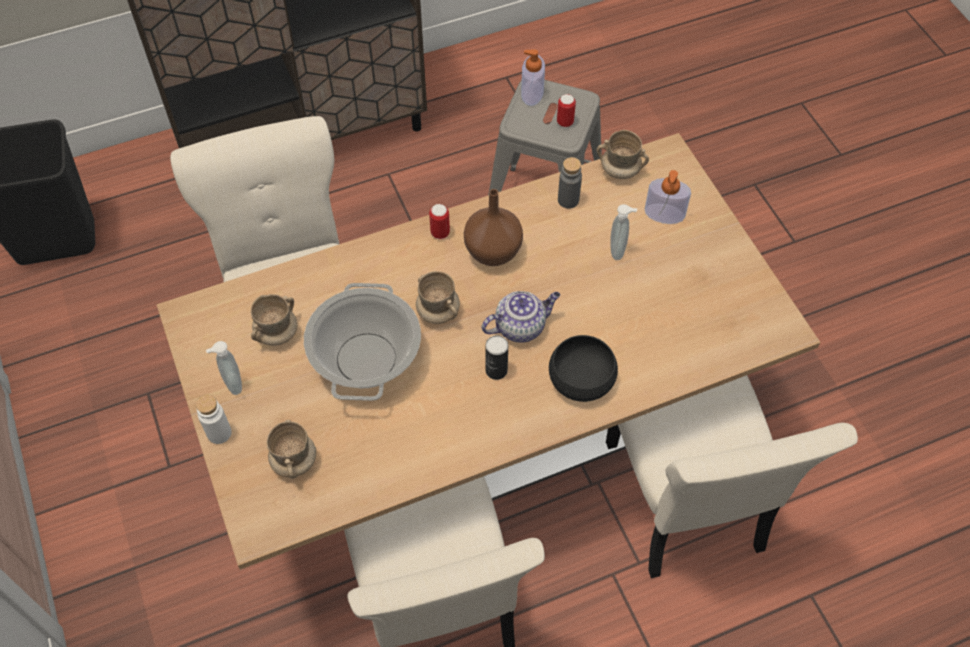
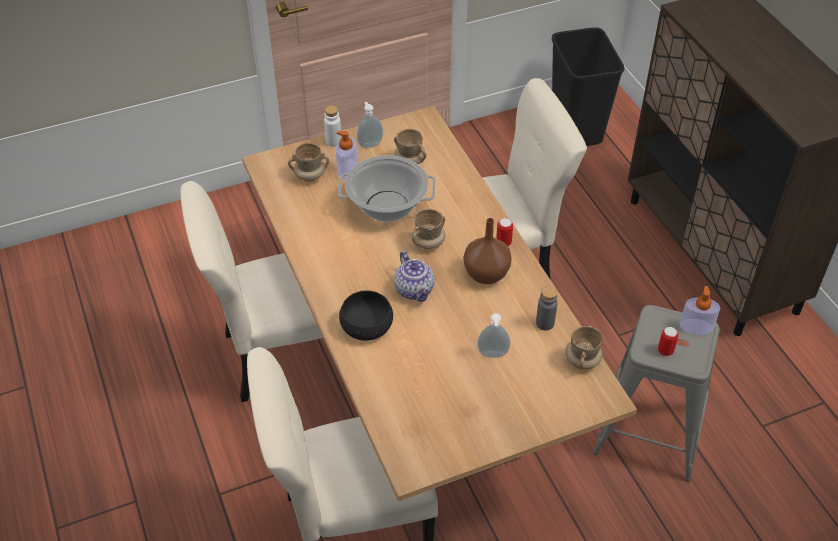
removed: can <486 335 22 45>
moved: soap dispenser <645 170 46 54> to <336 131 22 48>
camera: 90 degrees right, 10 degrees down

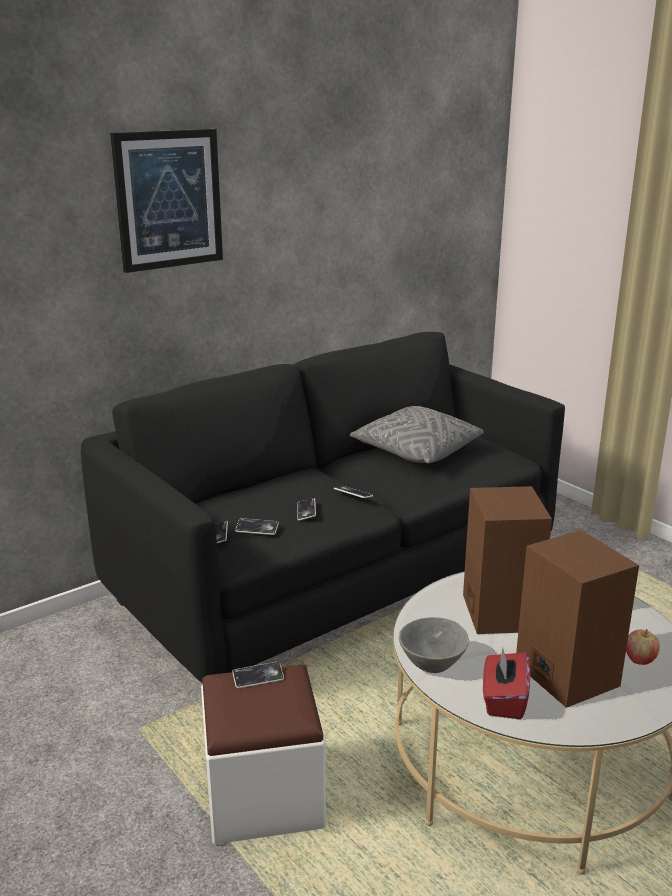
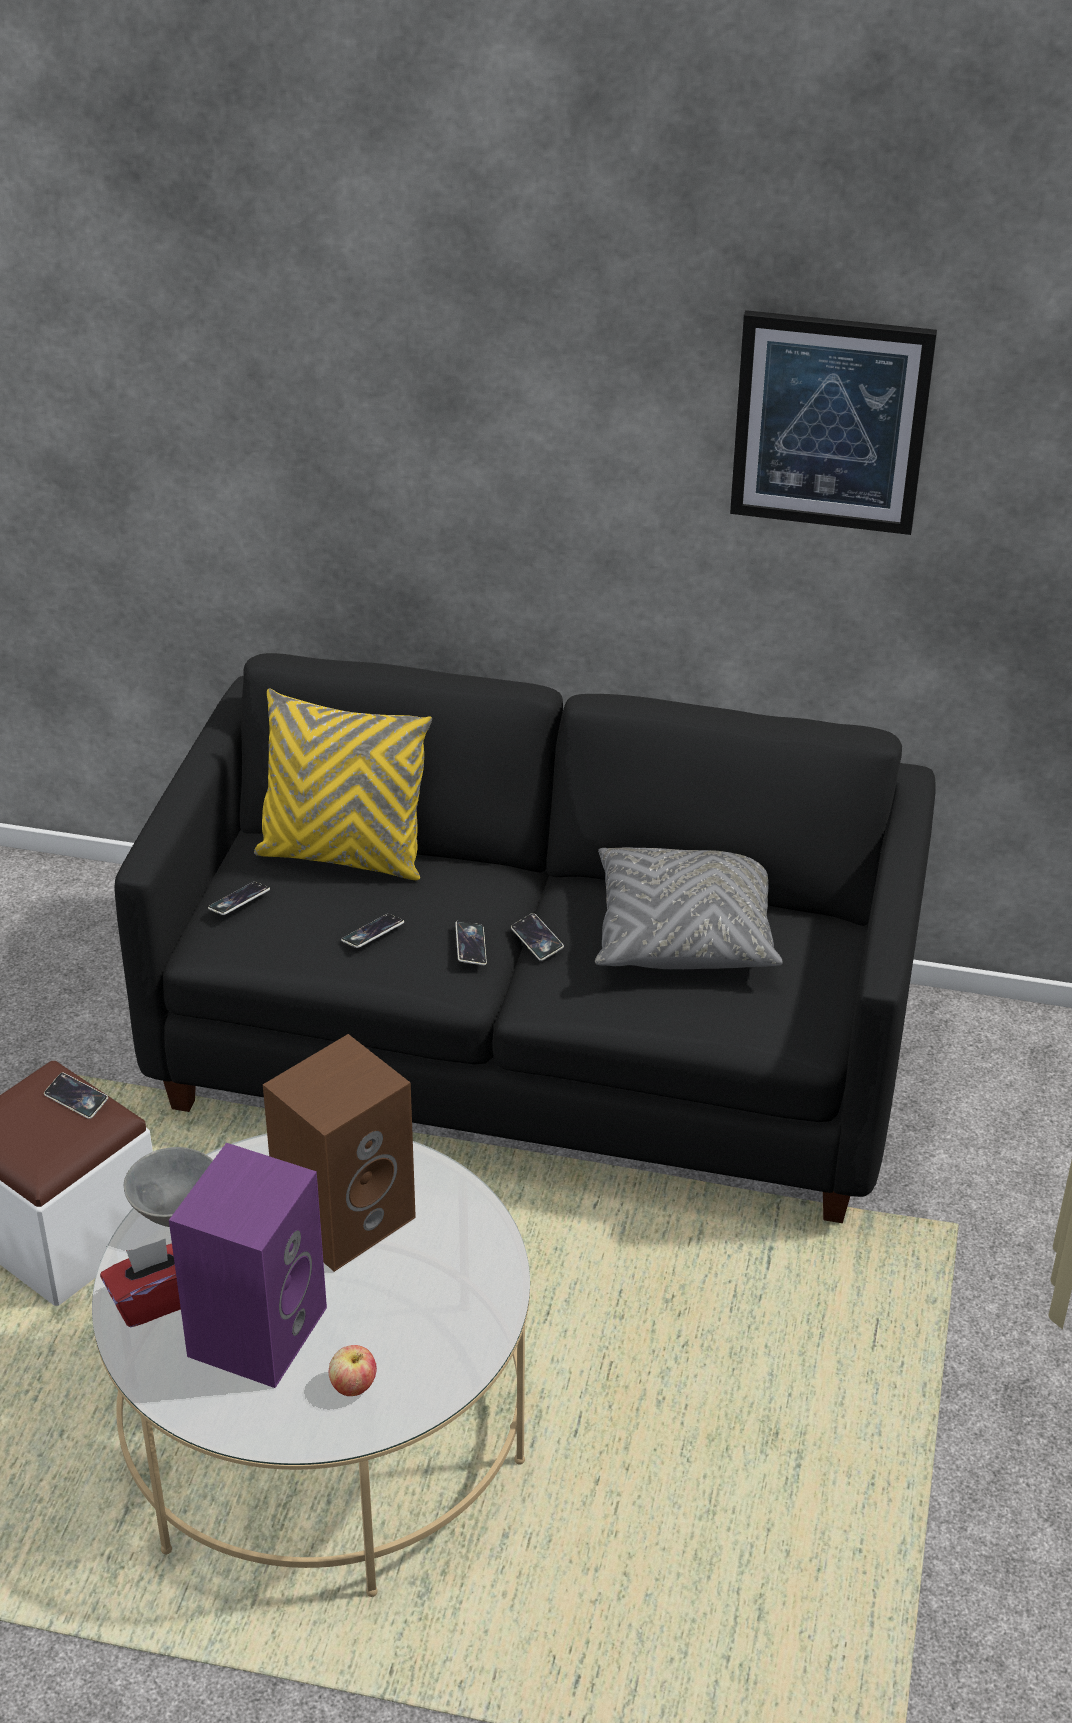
added: pillow (yellow) <254 688 178 192>
moved: picture <110 129 113 144> to <730 310 207 225>; phone <235 518 44 17> to <511 913 53 48>
recoloured: speaker (brown) <516 530 123 178> to speaker (purple) <169 1143 158 245>
camera: 50 degrees right, 15 degrees up

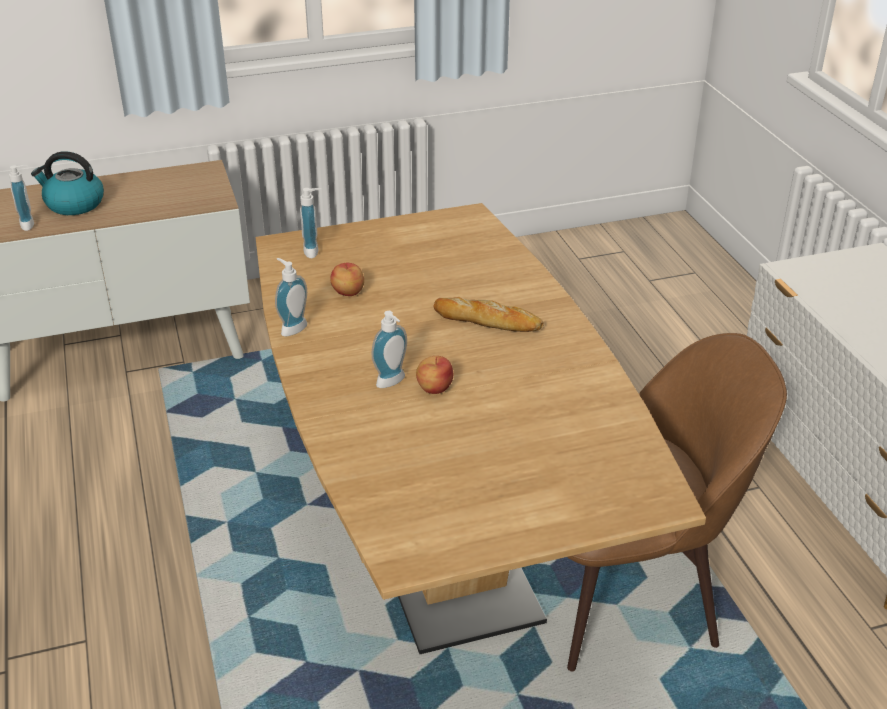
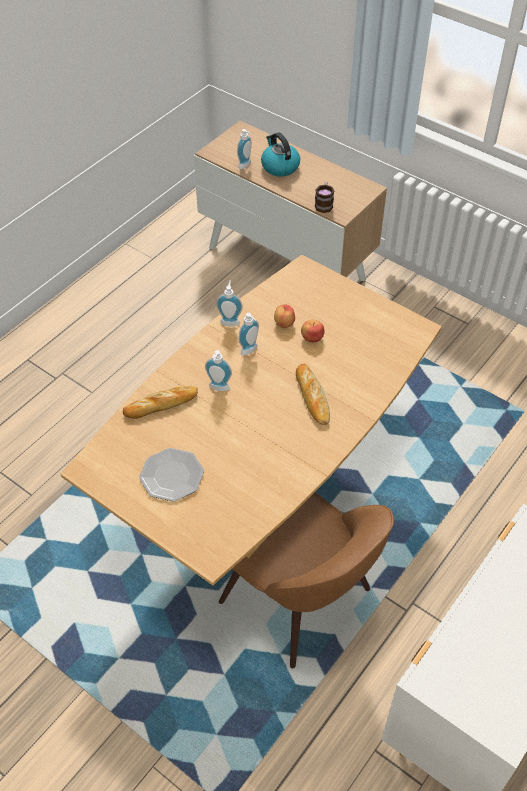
added: bread <123 386 75 33>; plate <139 448 65 53>; mug <315 182 19 31>
moved: soap dispenser <300 188 21 70> to <238 313 21 43>; apple <416 356 37 38> to <301 319 24 23>
camera: 55 degrees right, 15 degrees up

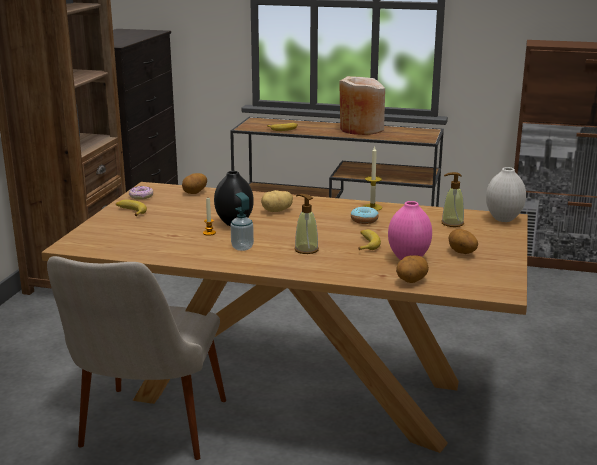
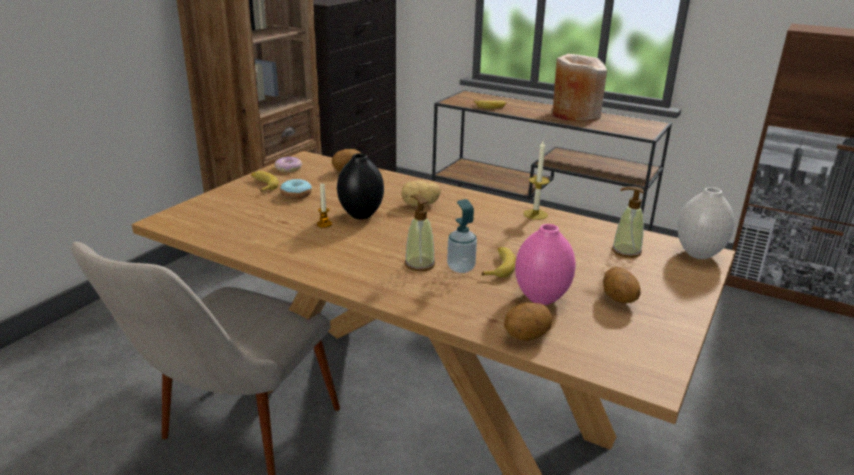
moved: soap dispenser <230 192 24 59> to <447 199 30 74>; donut <351 207 28 17> to <280 179 32 20>
camera: 15 degrees right, 5 degrees up

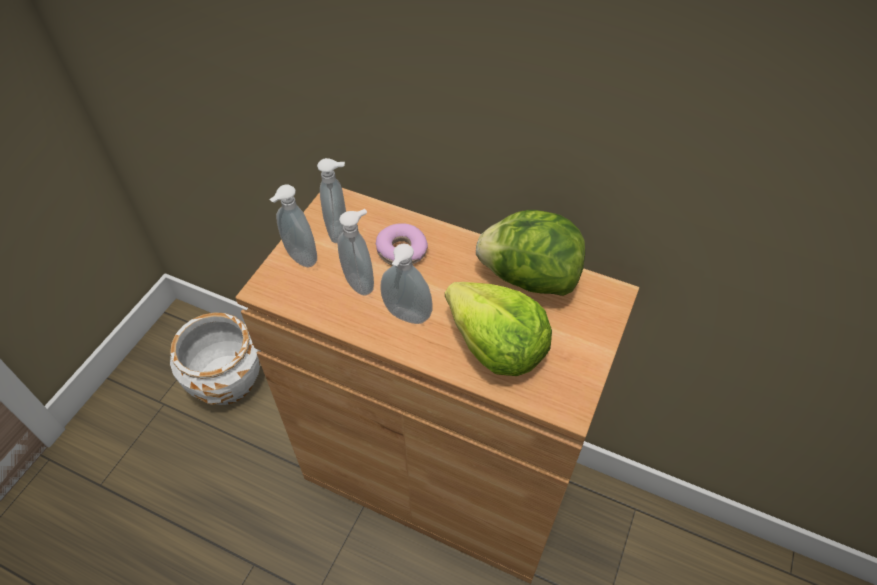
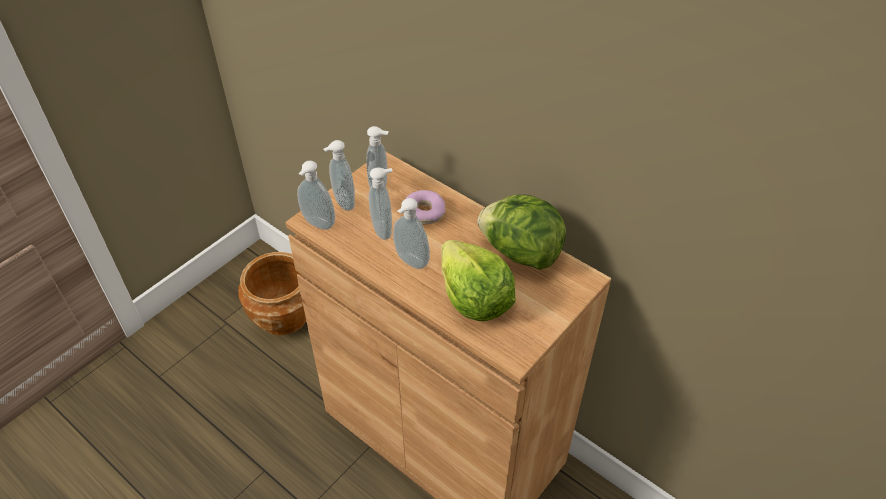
added: soap dispenser <297 161 38 69>
recoloured: planter (white) <170 312 91 93> to planter (brown) <238 252 68 84>
camera: 15 degrees right, 5 degrees down

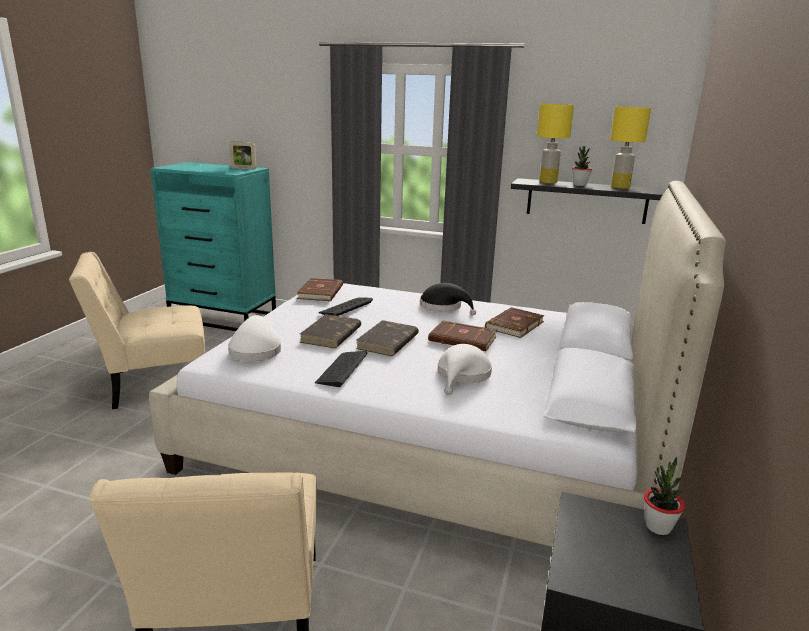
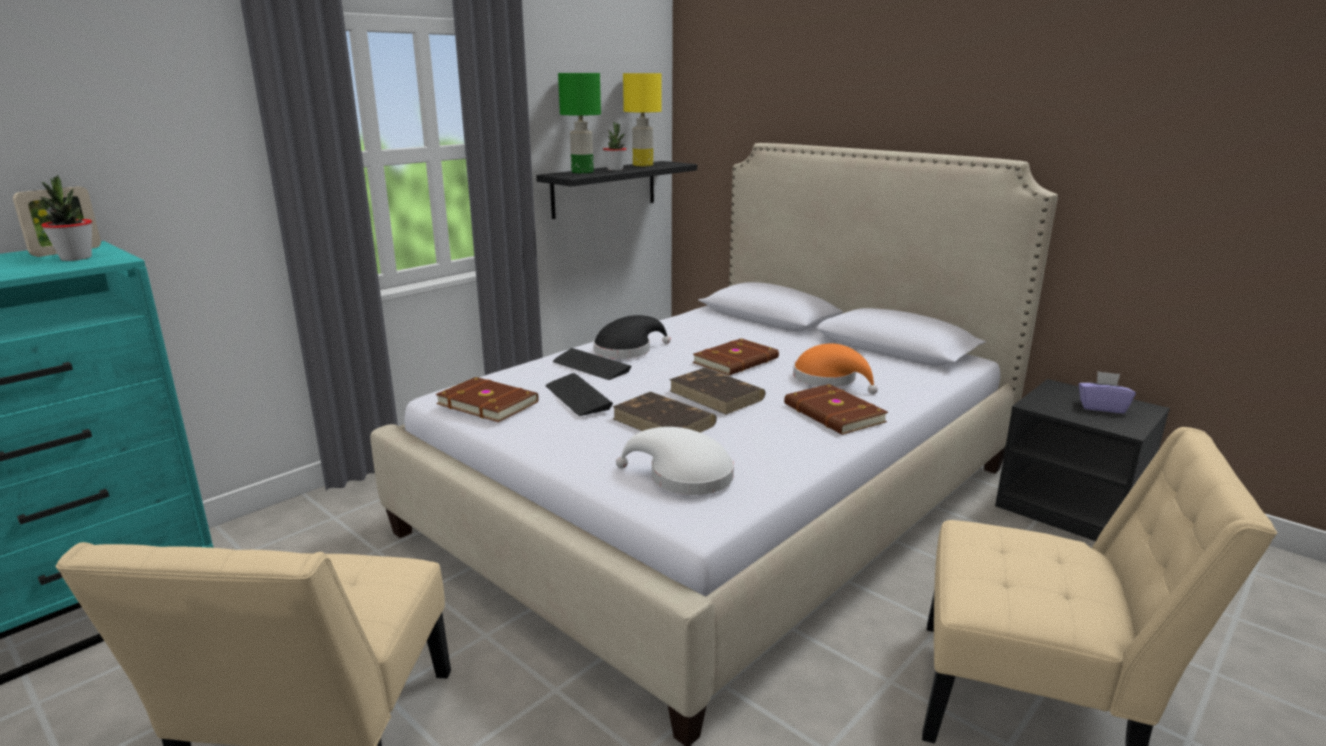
added: tissue box (purple) <1078 371 58 42>
moved: keyboard <315 351 53 36> to <553 348 79 32>; book (brown) <485 307 60 31> to <784 384 104 51>; potted plant <644 457 41 78> to <40 175 52 86>
recoloured: hat (white) <438 344 54 51> to hat (orange) <793 344 85 50>; table lamp (yellow) <537 104 37 79> to table lamp (green) <558 73 43 100>
camera: 65 degrees left, 0 degrees up

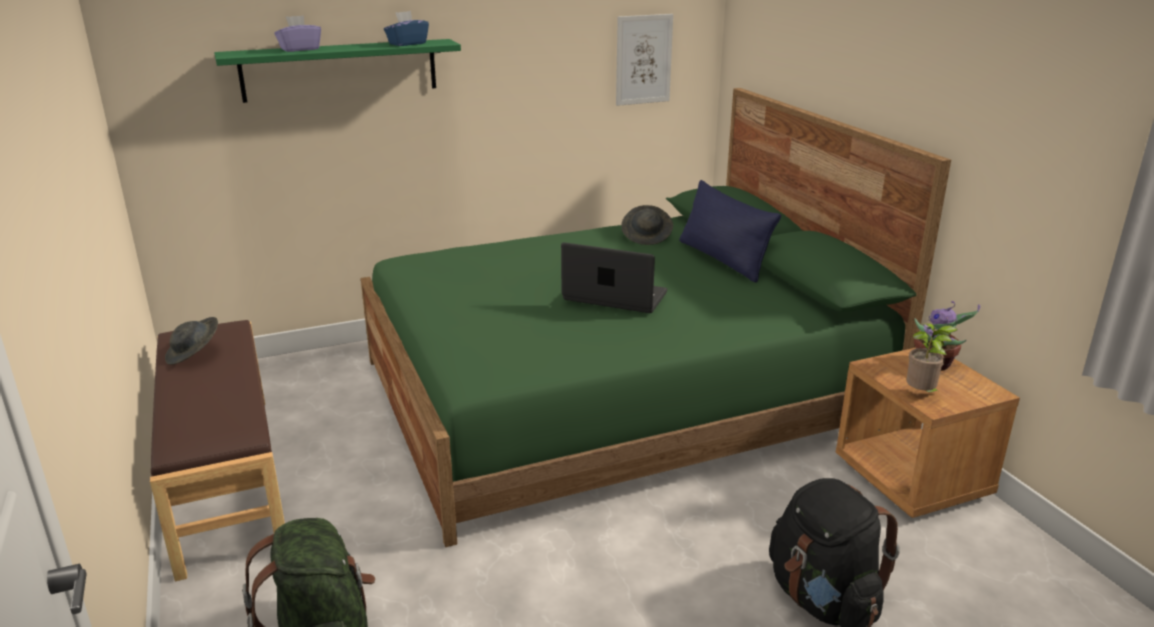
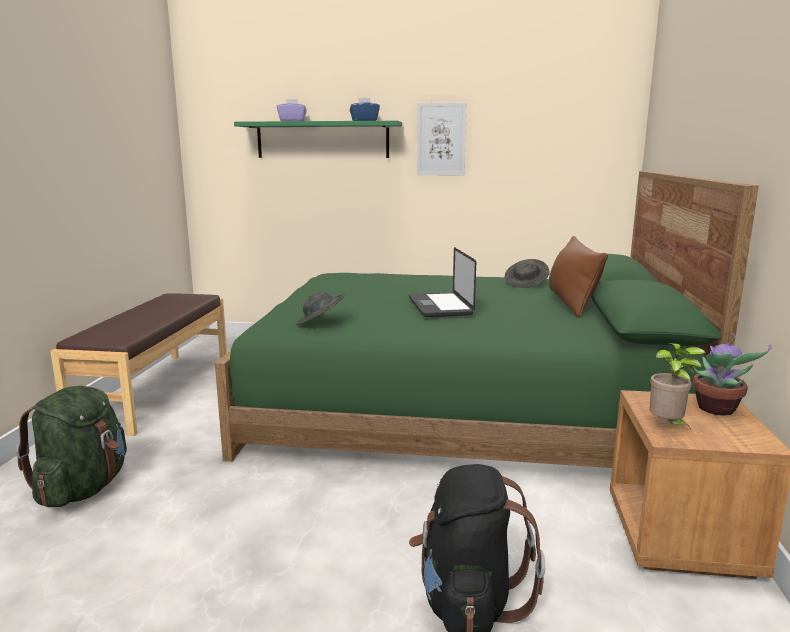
moved: hat (grey) <165 317 53 48> to <296 292 50 33>; picture <616 14 57 92> to <417 102 50 74>
recoloured: pillow (blue) <679 180 102 103> to pillow (brown) <549 236 59 81>
turned: laptop <561 242 106 71> = <409 247 67 70> 150 degrees counterclockwise
camera: 30 degrees right, 10 degrees down

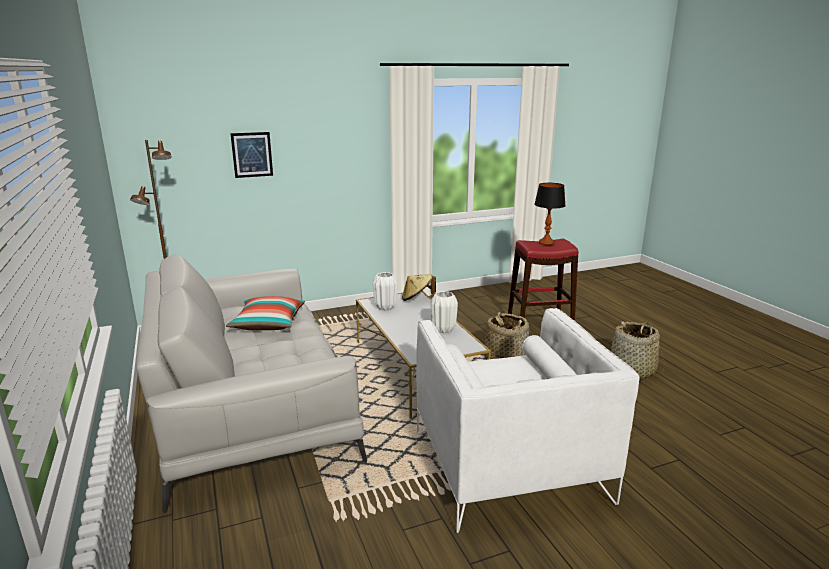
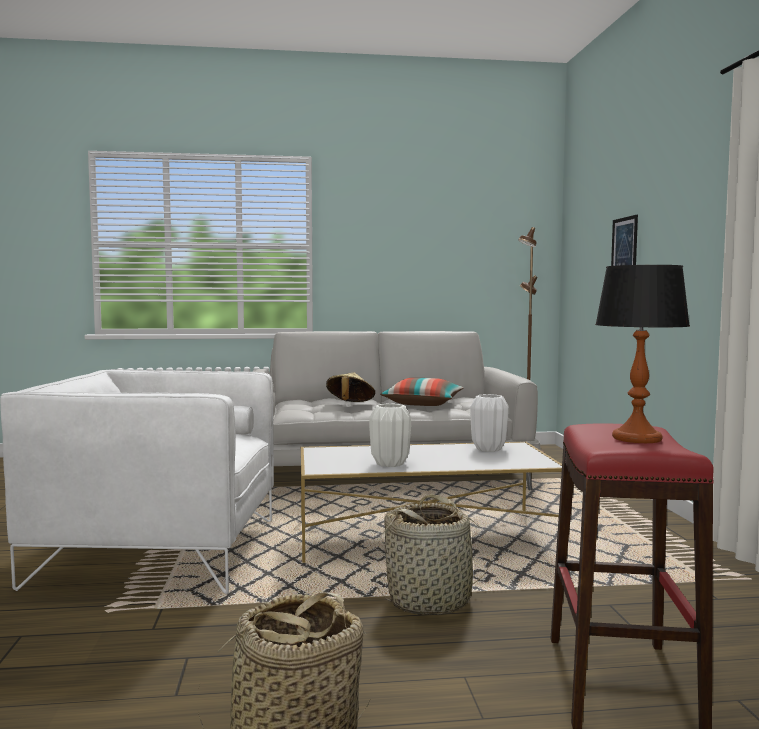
moved: hat (beige) <402 274 34 27> to <326 372 49 30>
camera: 105 degrees right, 15 degrees down

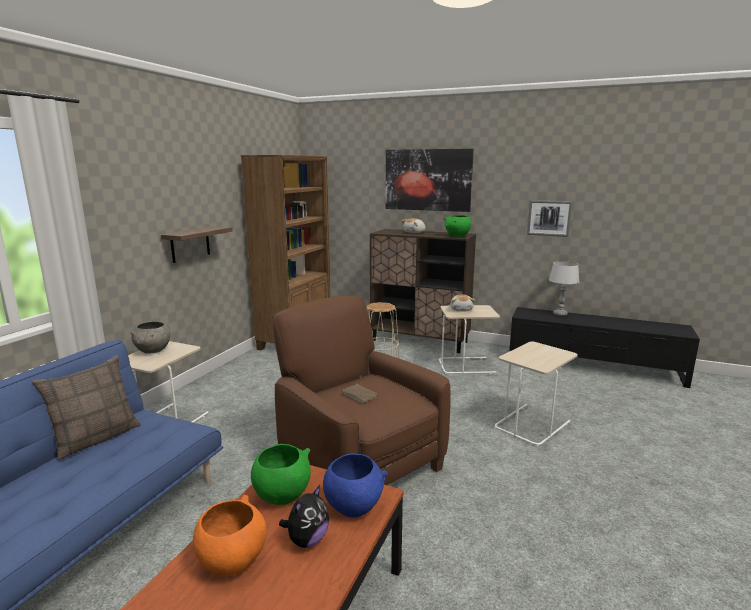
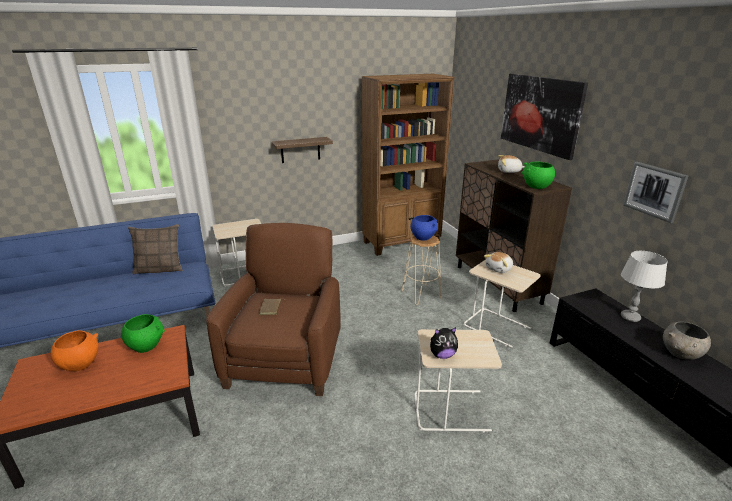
moved: bowl (grey) <130 322 40 32> to <663 322 48 37>; plush toy <279 485 50 63> to <430 327 28 32>; bowl (blue) <323 453 64 65> to <411 215 27 25>
camera: 45 degrees right, 10 degrees up

